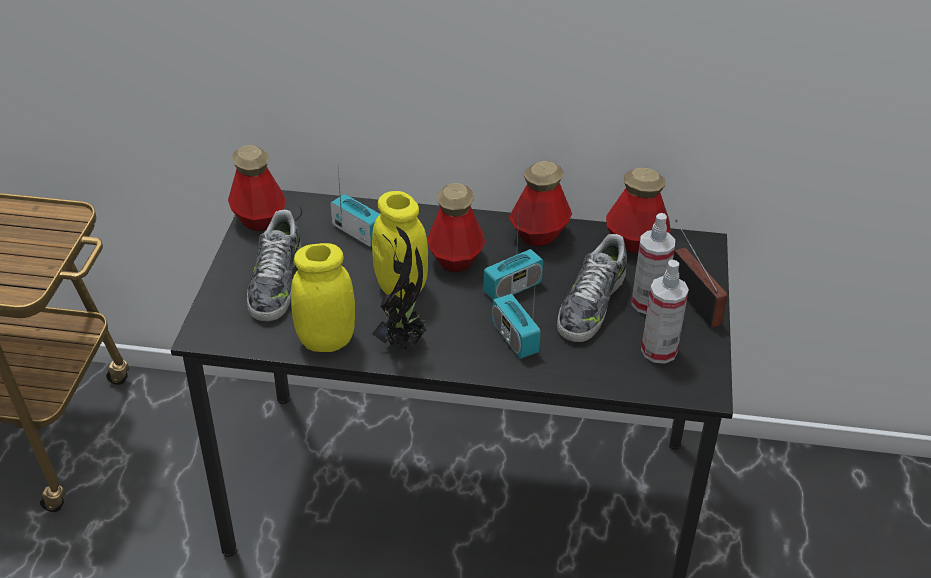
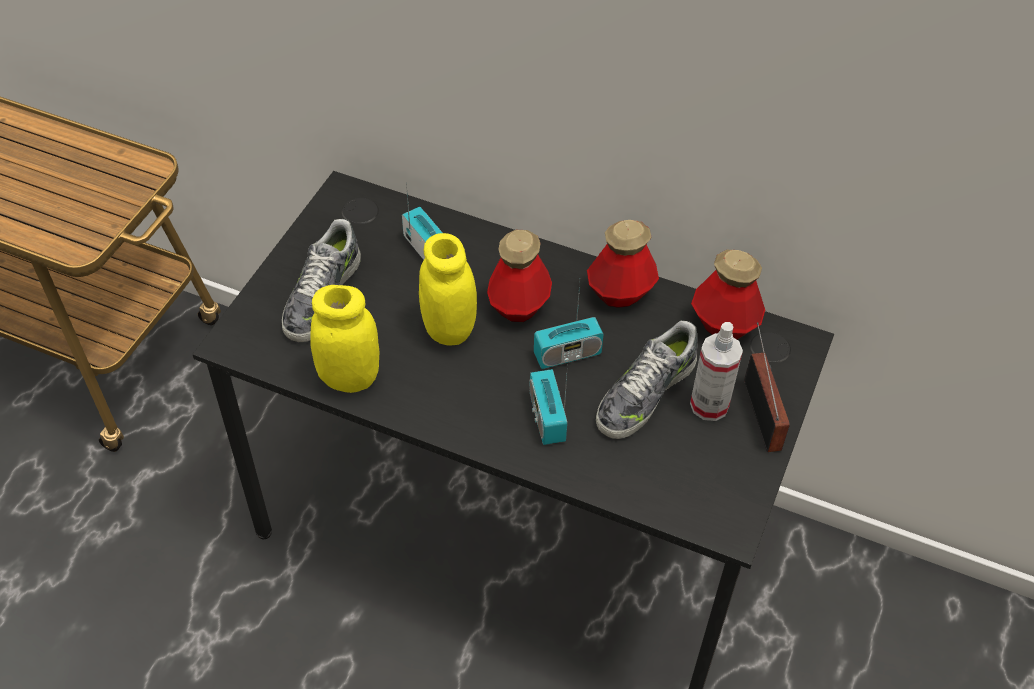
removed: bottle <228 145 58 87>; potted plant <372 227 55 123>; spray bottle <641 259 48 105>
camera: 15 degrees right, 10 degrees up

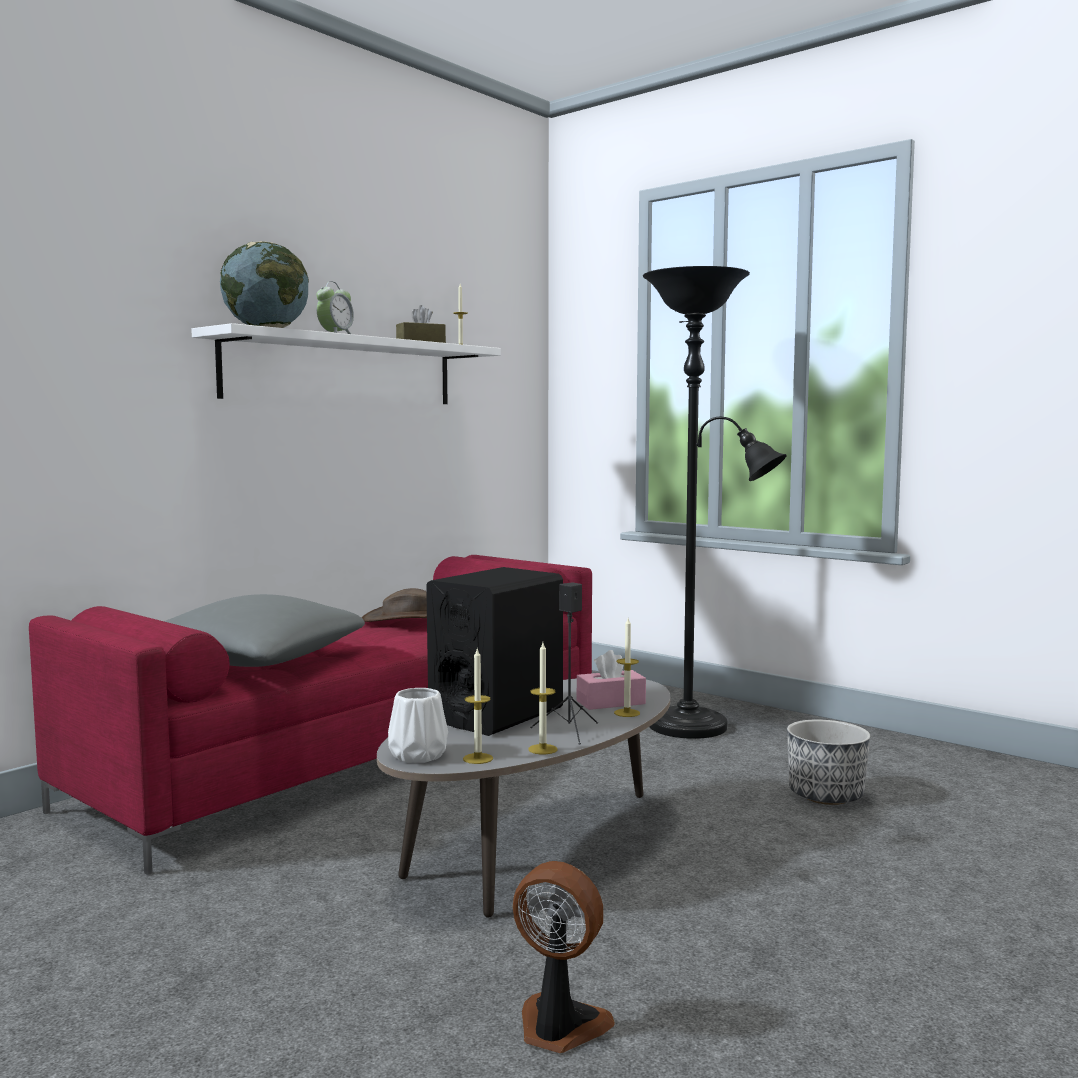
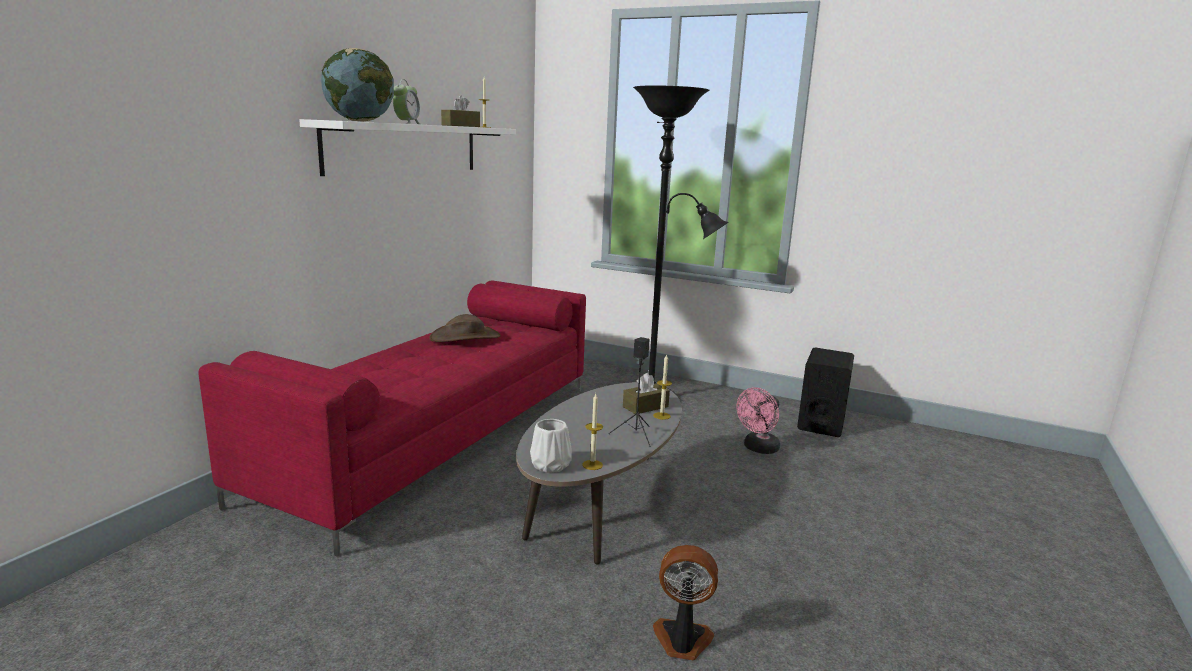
removed: pillow (grey) <164 594 201 73>; candle <528 643 29 111>
moved: speaker (black) <426 567 137 169> to <797 347 57 90>
replaced: planter <787 720 83 85> to fan (pink) <737 388 43 66>
recoloured: tissue box (pink) <577 650 69 60> to tissue box (brown) <623 373 47 41>
camera: 15 degrees left, 10 degrees up

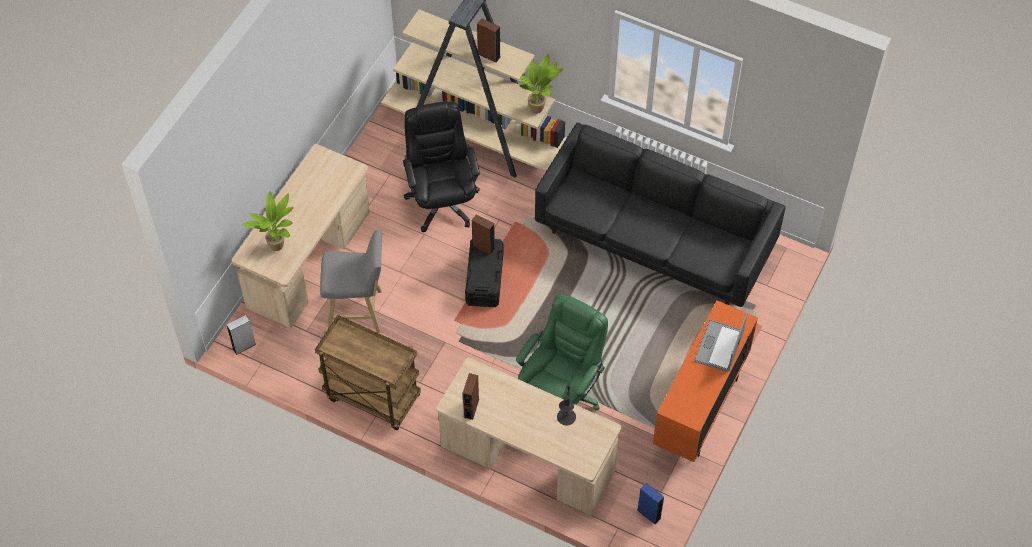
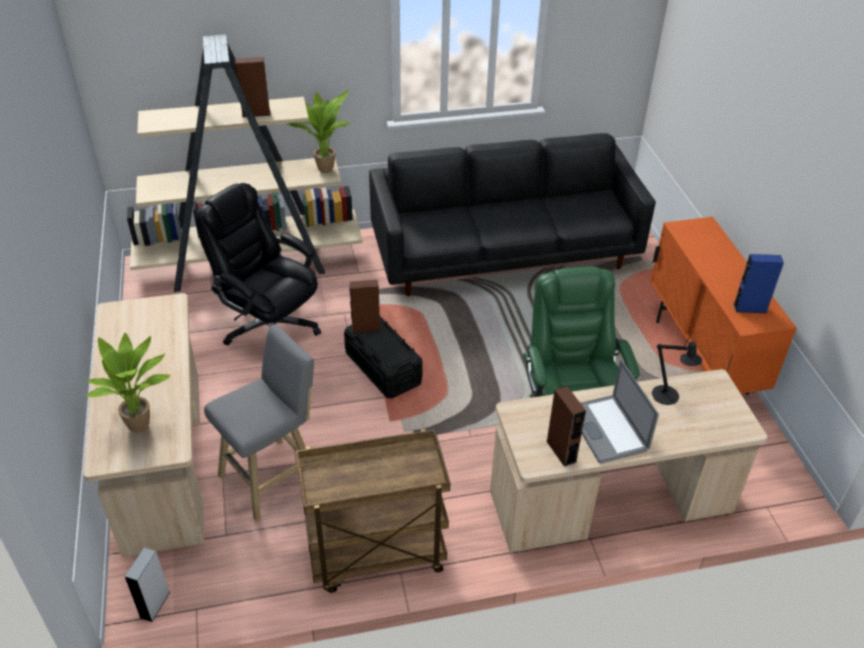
moved: speaker (blue) <637 483 27 41> to <733 254 51 59>; laptop <694 313 54 59> to <581 359 78 105>
camera: 40 degrees left, 15 degrees down

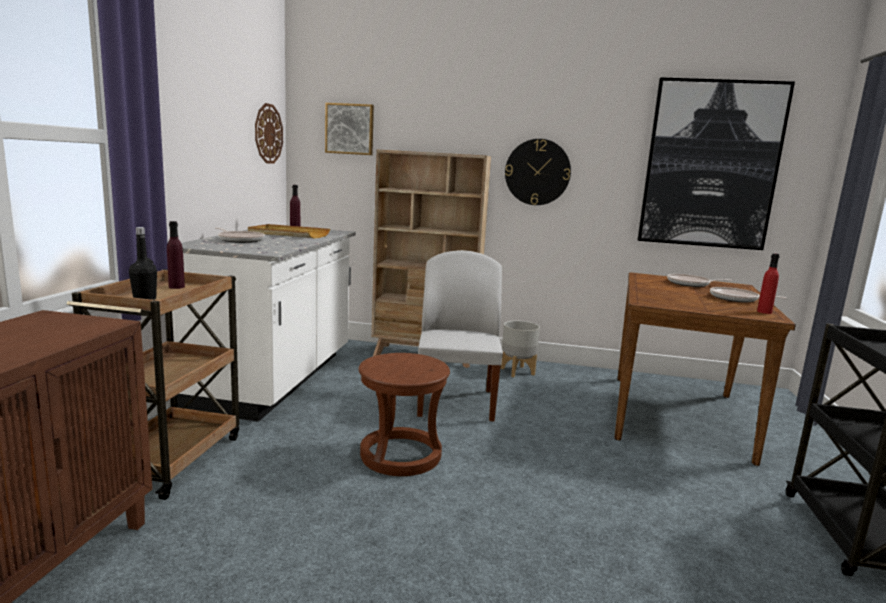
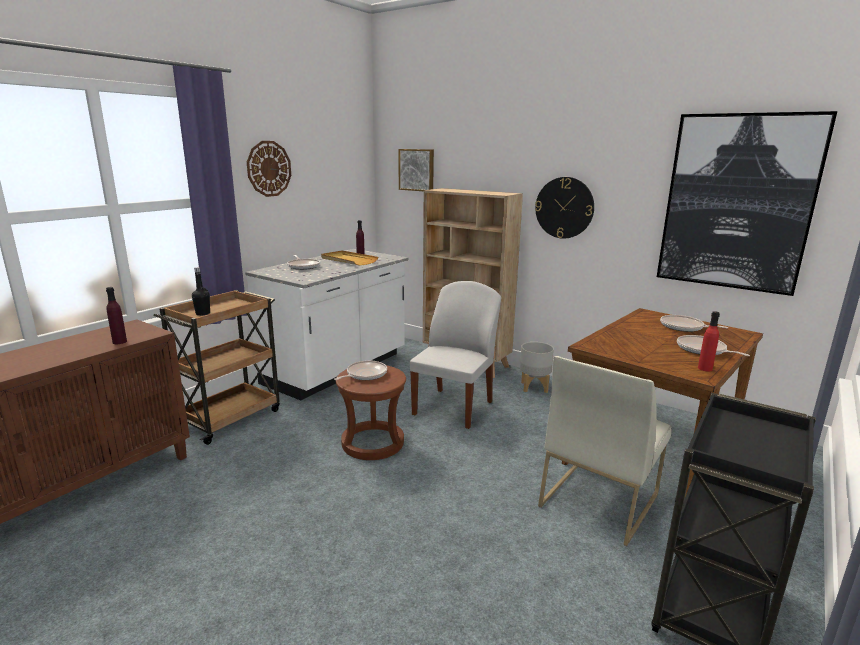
added: frying pan <334 360 53 20>; chair (white) <538 356 134 190>
moved: bottle (purple) <167 221 18 68> to <106 287 21 57>; wall clock <255 103 28 60> to <247 141 44 56>
camera: 25 degrees right, 5 degrees up

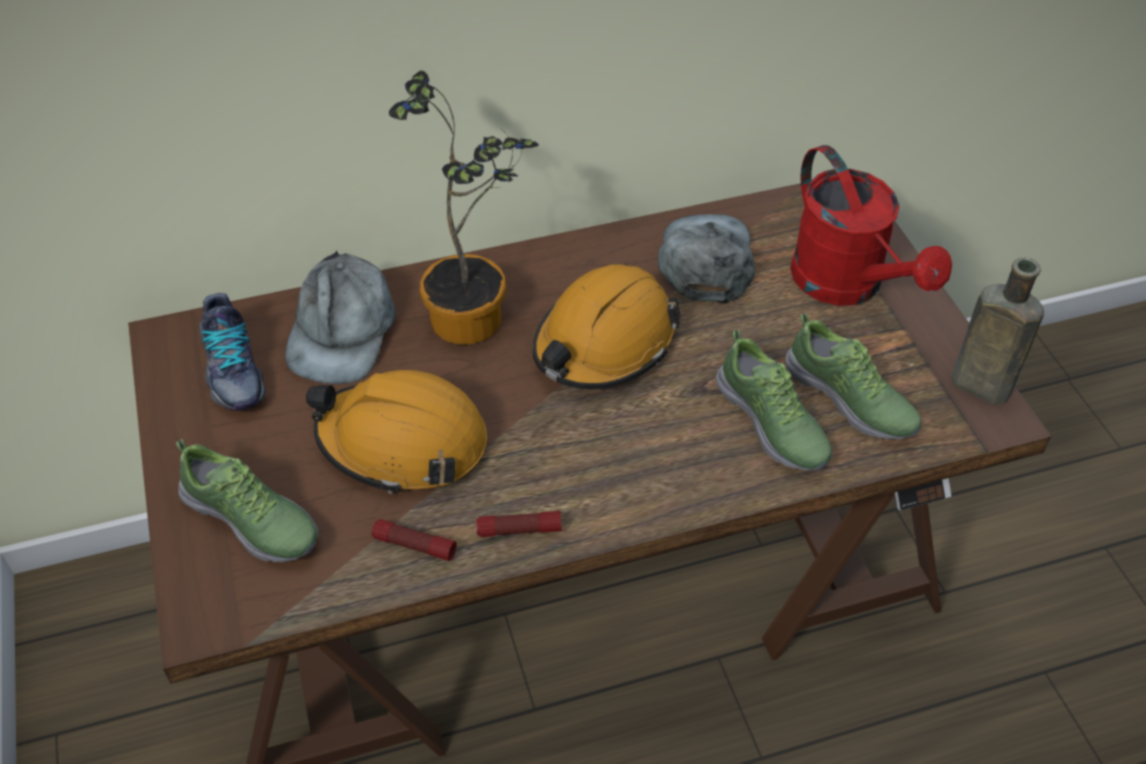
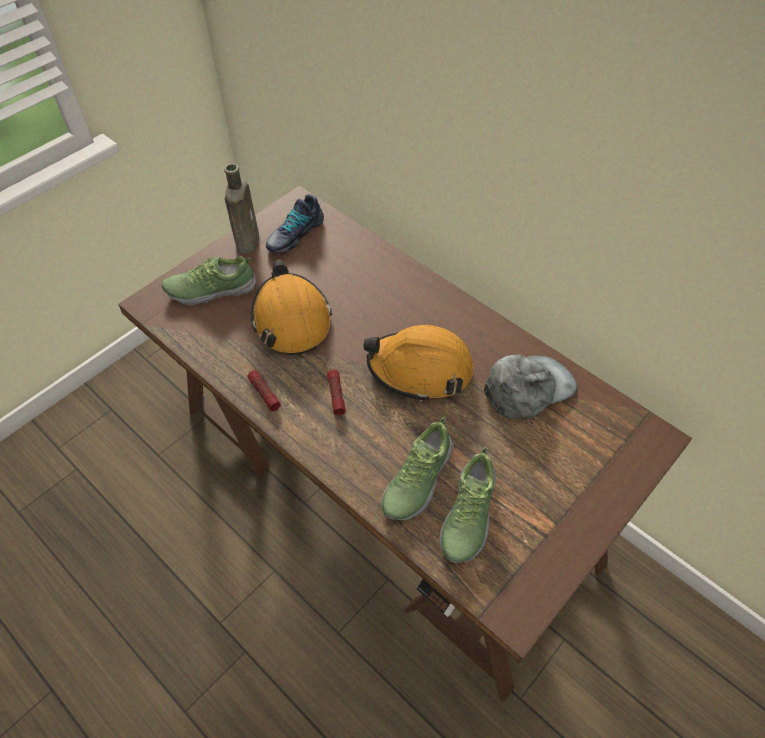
removed: cap (grey) <285 251 111 133>; potted plant <389 71 150 274>; watering can (red) <790 145 162 161>
moved: flashlight <372 519 85 42> to <327 369 19 46>; bottle (brown) <951 257 93 147> to <224 163 35 91>
turned: shoe <176 439 142 124> = <162 256 94 49> 75 degrees clockwise
camera: 60 degrees right, 5 degrees up

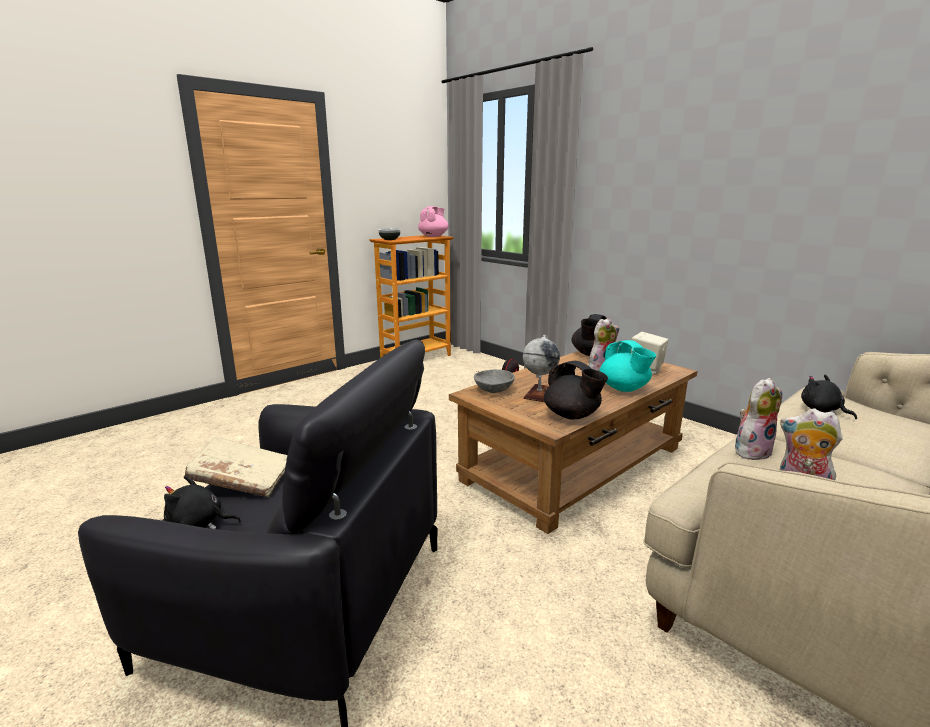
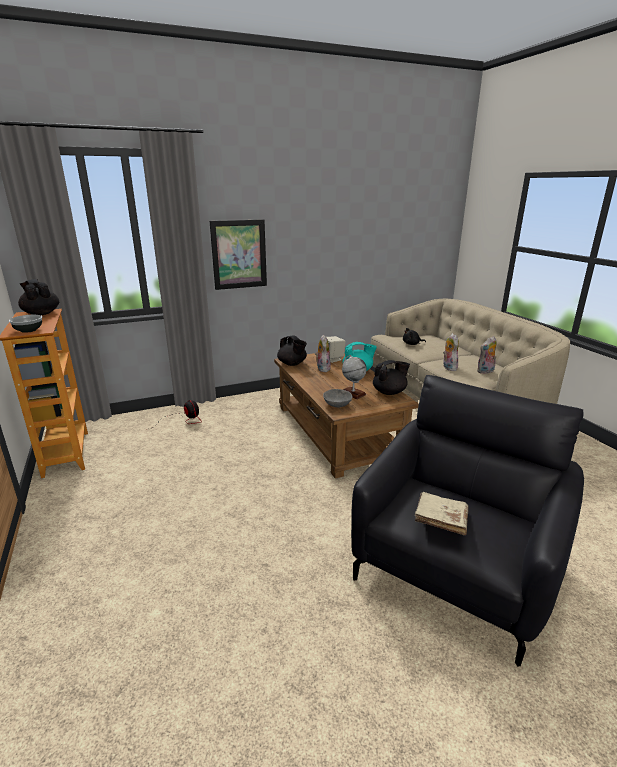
removed: plush toy (black) <164 476 77 53>
added: picture <210 219 57 71>
recoloured: teapot (pink) <418 206 30 31> to teapot (black) <18 279 41 36>
camera: 70 degrees left, 5 degrees up

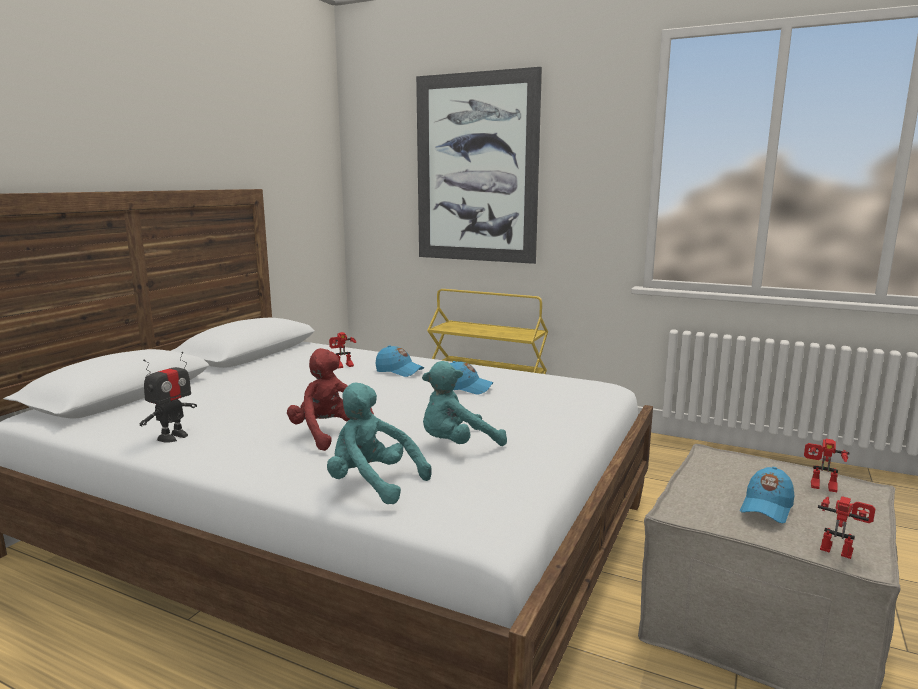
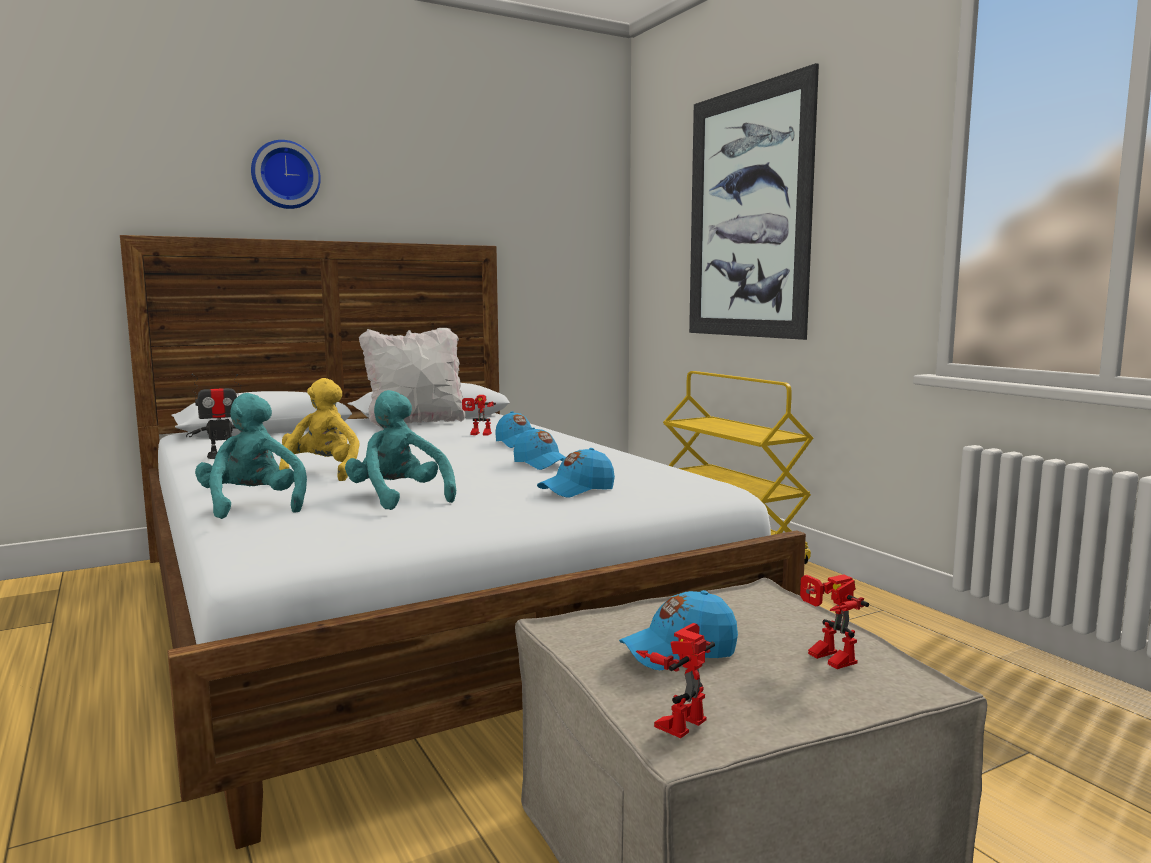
added: wall clock <251 140 70 69>; pillow (white) <359 328 107 101>; cap (blue) <537 448 78 50>
recoloured: plush toy (red) <287 348 87 103> to plush toy (yellow) <279 378 81 103>
turned: plush toy (turquoise) <422 361 85 85> = <345 390 111 120> 45 degrees clockwise; toy robot <818 496 57 63> = <636 623 79 115> 120 degrees counterclockwise
camera: 35 degrees right, 5 degrees down

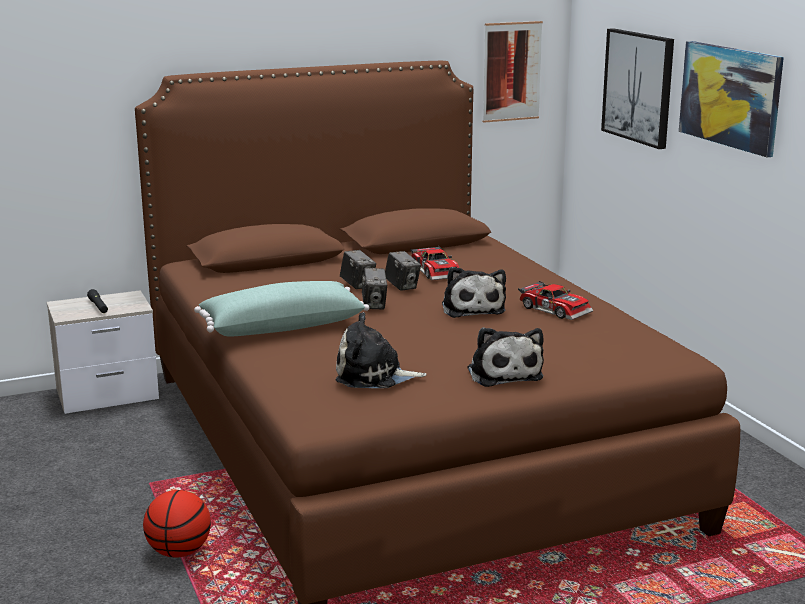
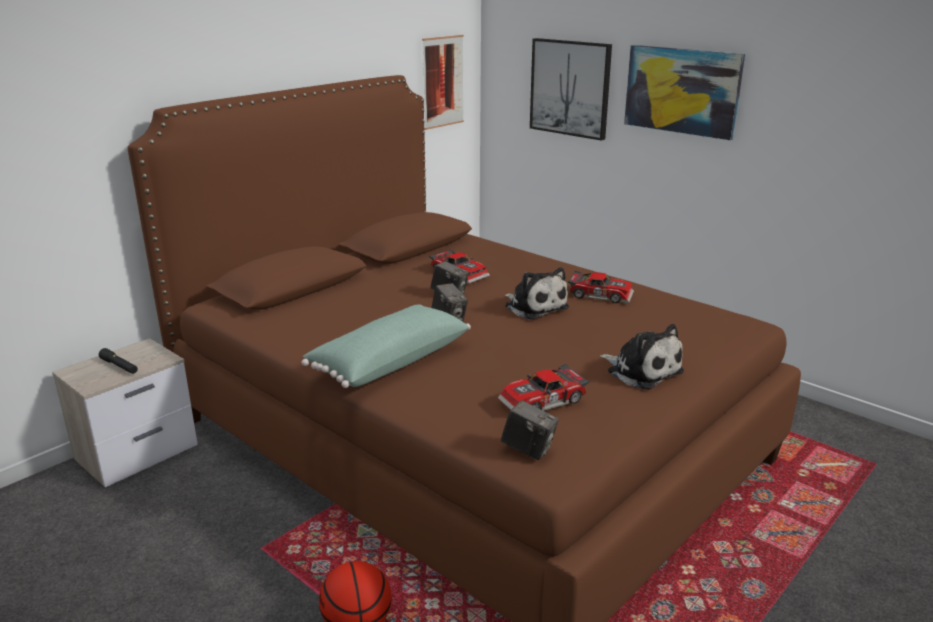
moved: photo camera <340 250 36 39> to <501 400 58 60>
replaced: plush toy <336 312 91 76> to toy car <497 364 93 47>
camera: 25 degrees left, 5 degrees up

